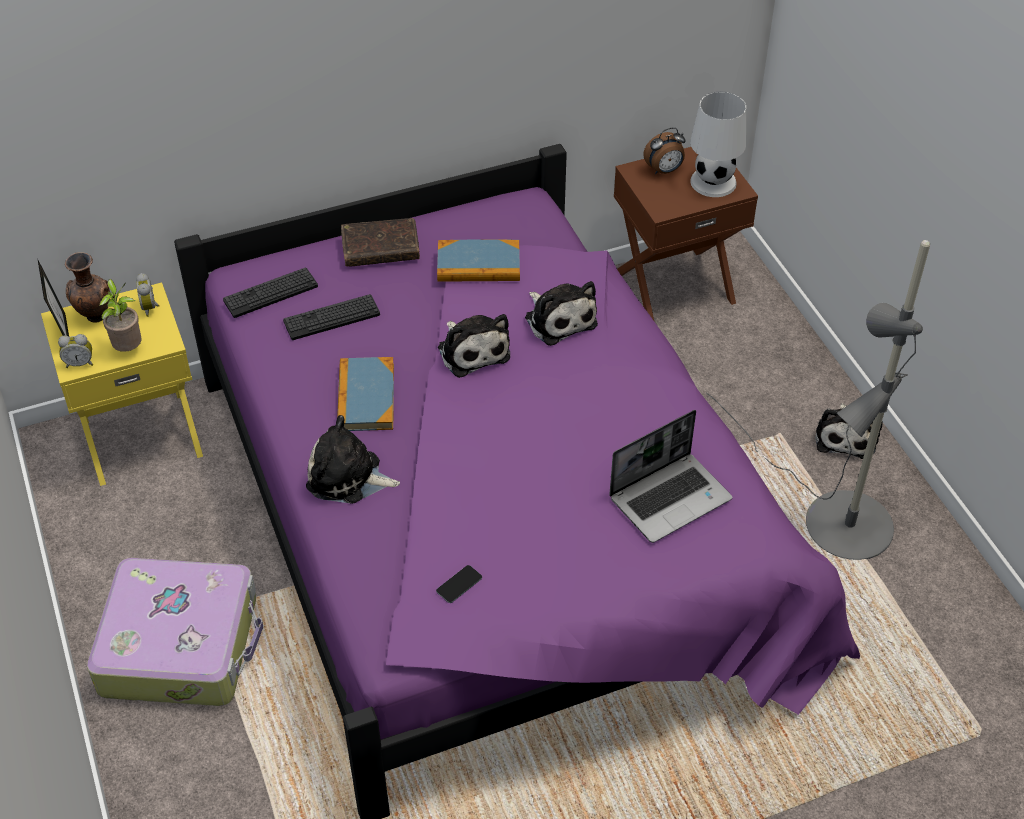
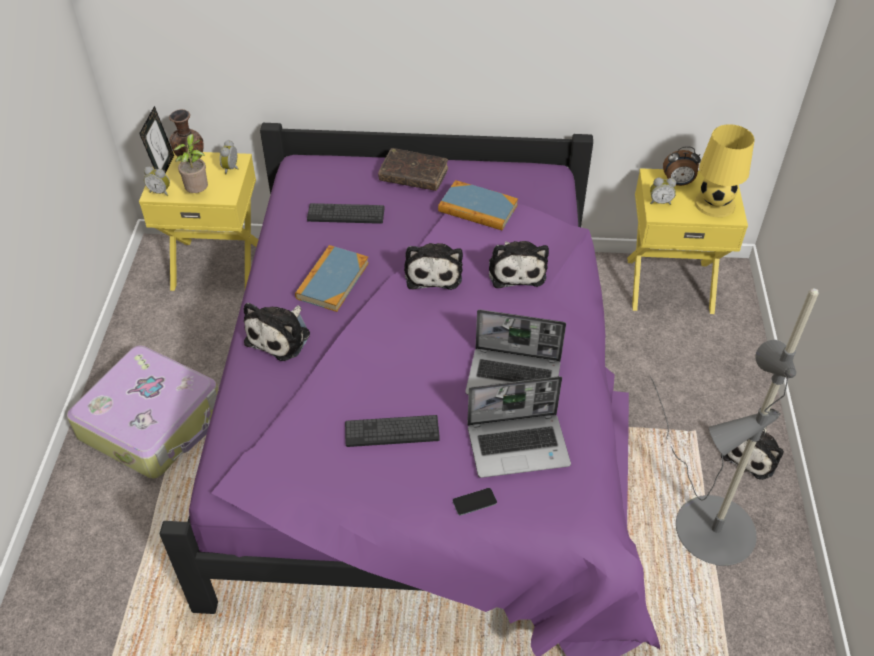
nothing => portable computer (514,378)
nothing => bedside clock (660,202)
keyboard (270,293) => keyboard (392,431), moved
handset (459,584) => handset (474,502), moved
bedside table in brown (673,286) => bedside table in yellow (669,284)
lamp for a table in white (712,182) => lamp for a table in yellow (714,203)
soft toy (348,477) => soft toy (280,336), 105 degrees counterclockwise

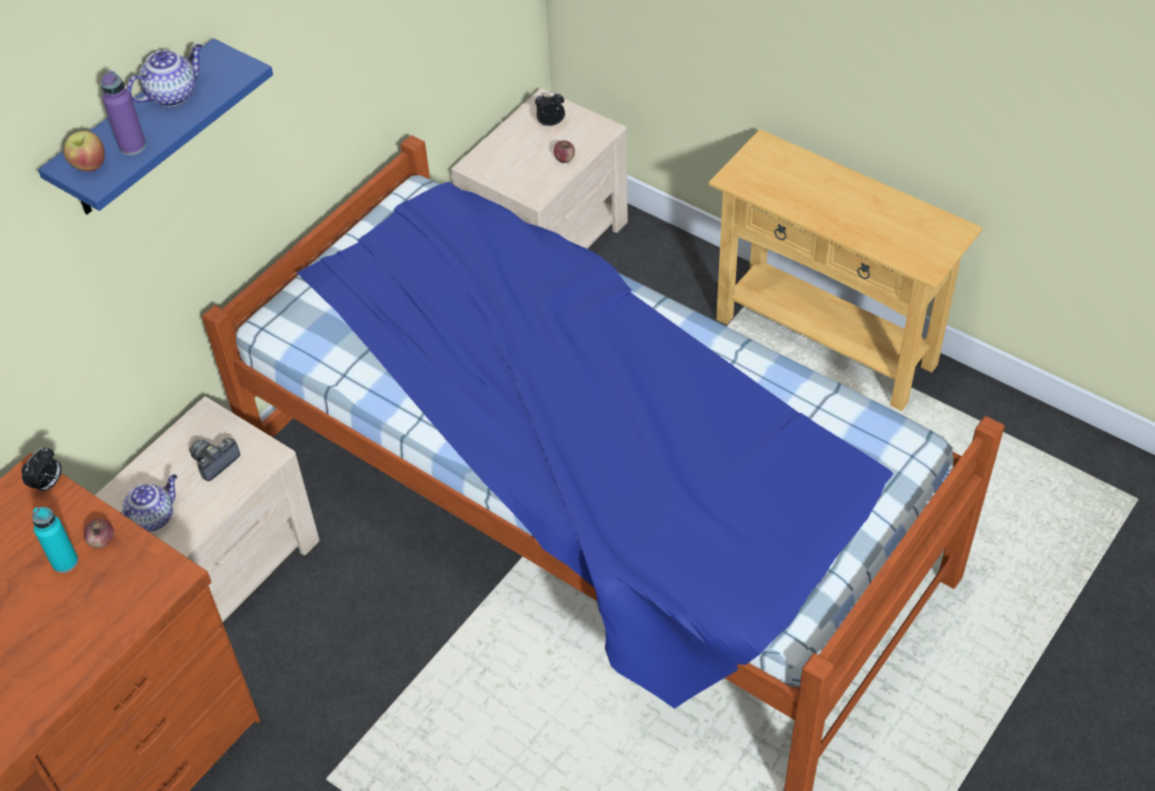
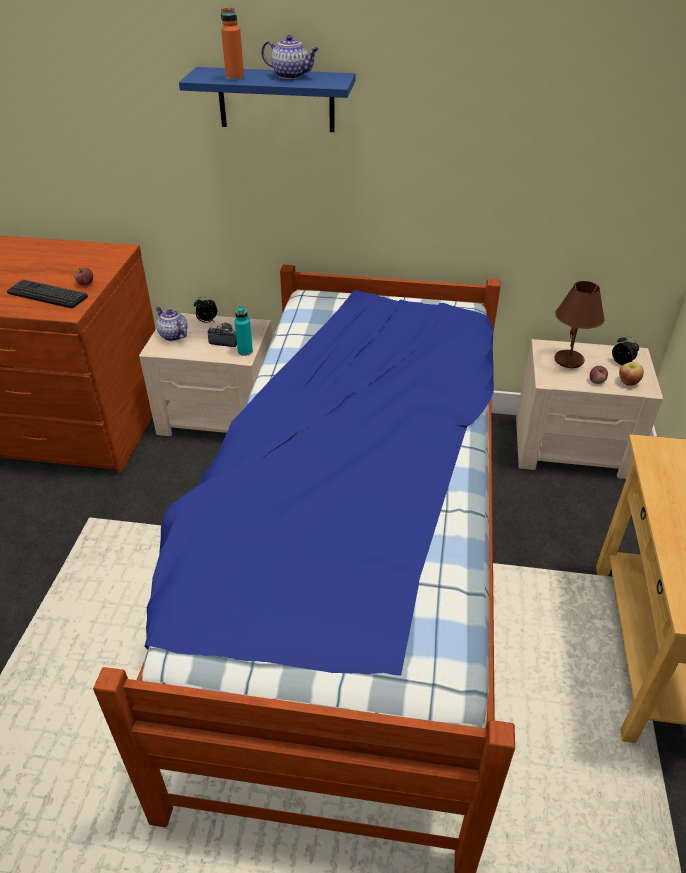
nothing => keyboard (47,295)
nothing => lamp for a table in brown (569,361)
bedside clock (48,484) => bedside clock (207,322), moved
beverage bottle in turquoise (65,562) => beverage bottle in turquoise (245,351), moved
apple (89,165) => apple (628,382), moved
beverage bottle in purplish (132,146) => beverage bottle in orange-coloured (235,78)
tea pot (152,517) => tea pot (173,335), 150 degrees counterclockwise

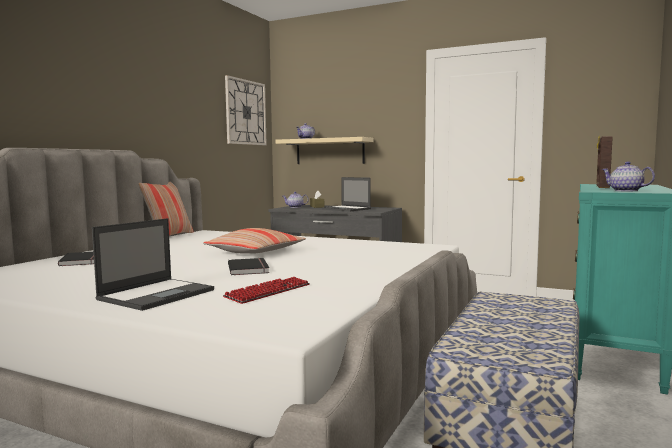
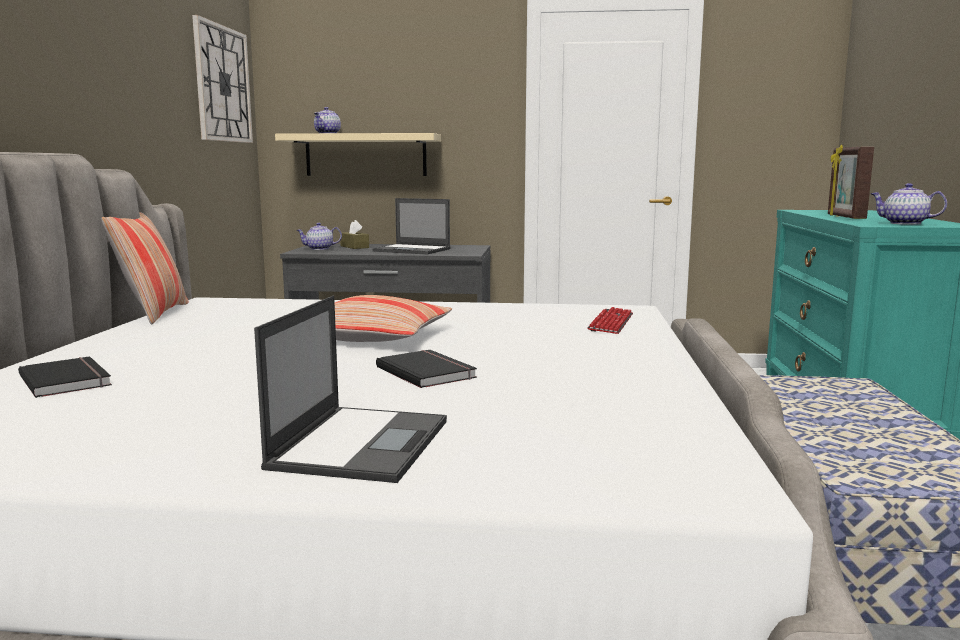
keyboard (268,292) => keyboard (611,323), moved

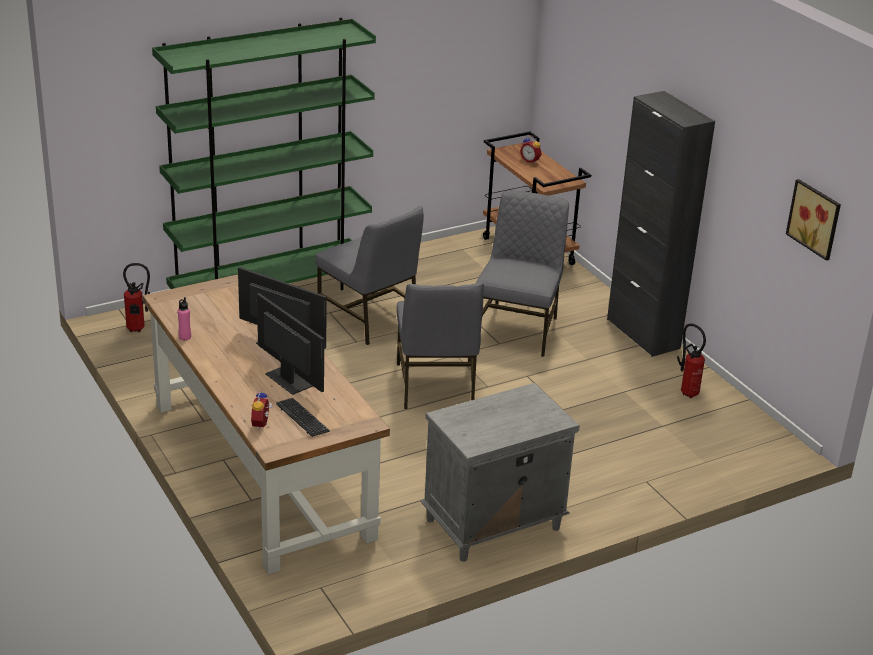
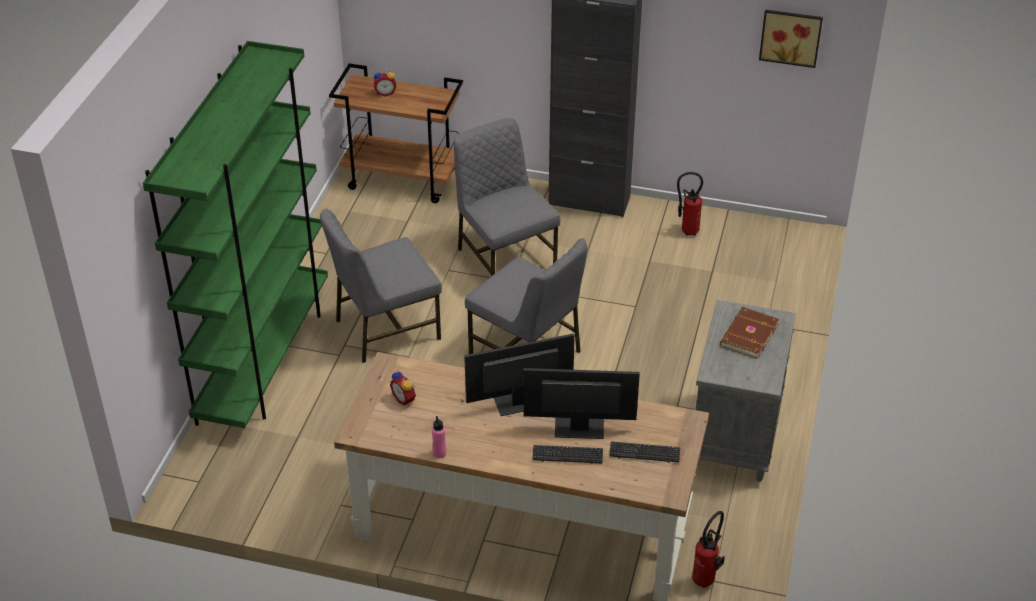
nothing => keyboard (567,455)
nothing => volume in brown (747,335)
fire extinguisher (138,330) => fire extinguisher (706,579), moved
bedside clock (262,424) => bedside clock (405,399), moved
chair in gray (369,319) => chair in gray (385,329), 150 degrees clockwise

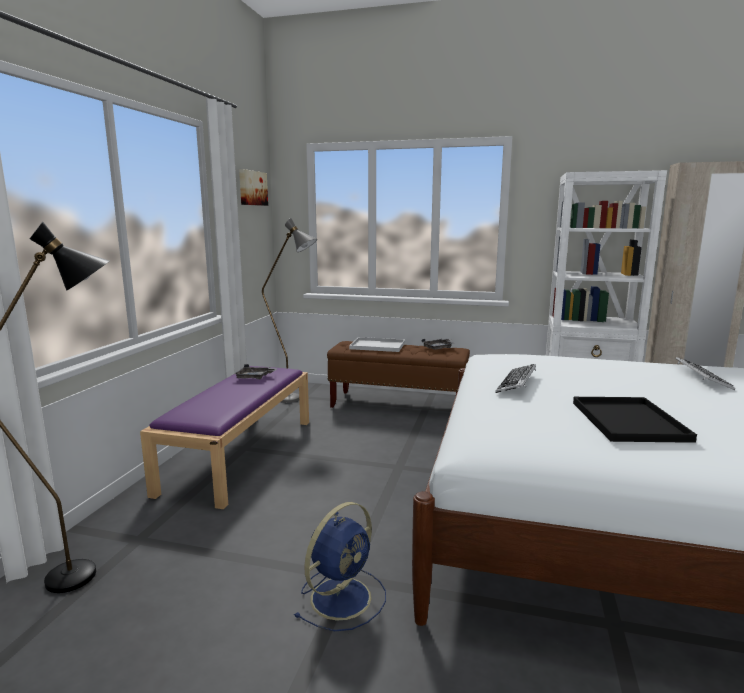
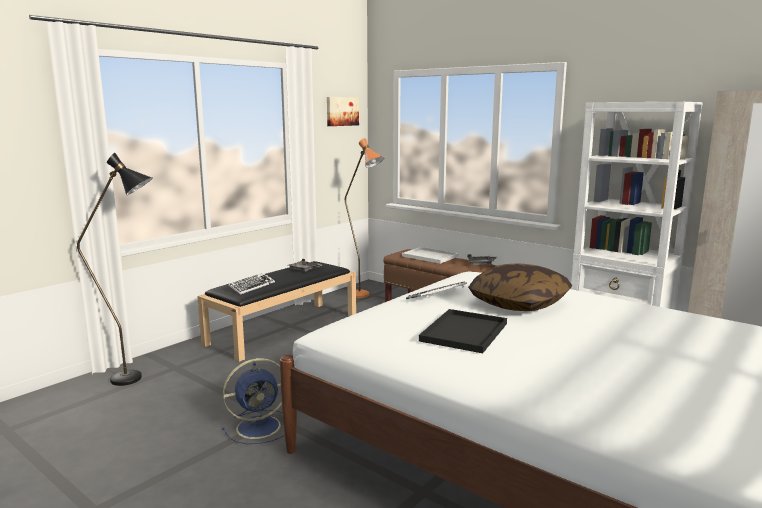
nothing => throw pillow (519,303)
keyboard (701,378) => keyboard (252,286), moved
bench in purplish (240,453) => bench in black-coloured (284,328)
standard lamp in gray (296,400) => standard lamp in orange-coloured (365,296)

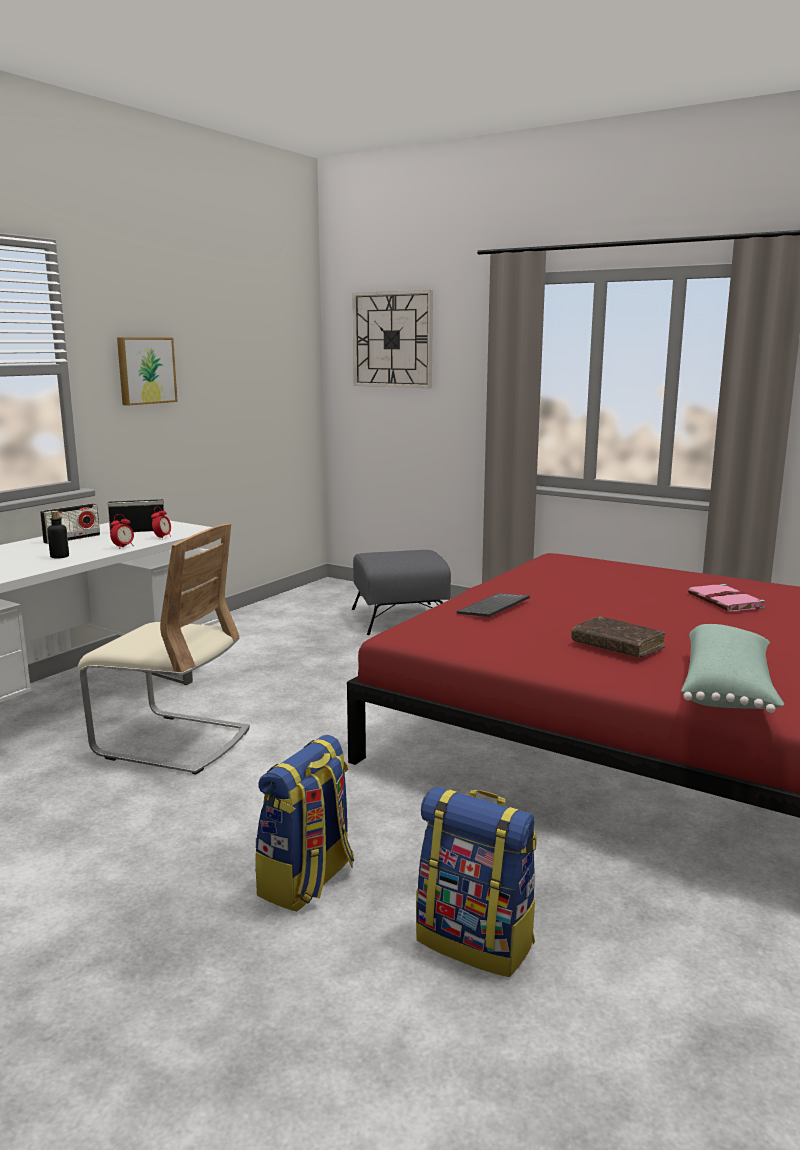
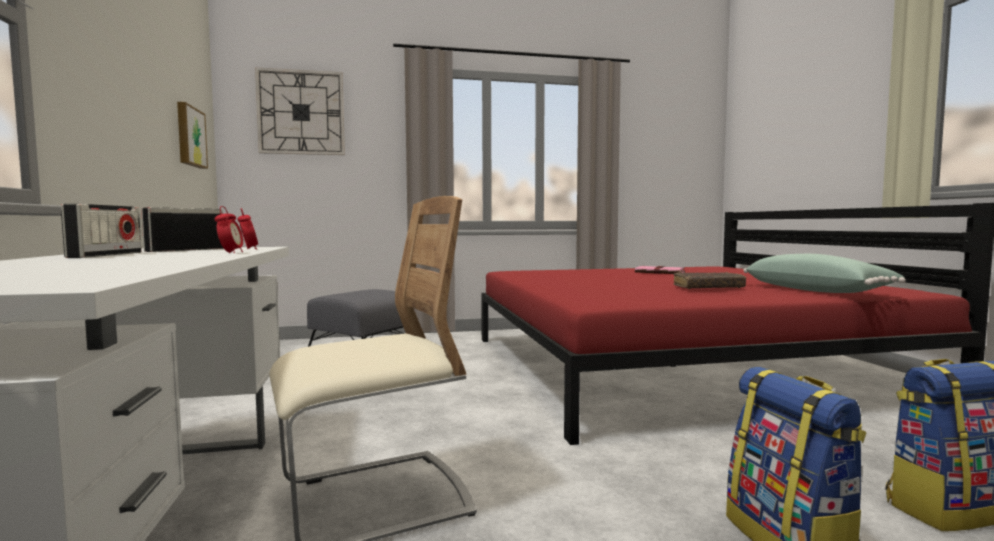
beverage bottle (59,556) => nothing
keyboard (494,608) => nothing
wall art (145,370) => wall art (189,137), moved

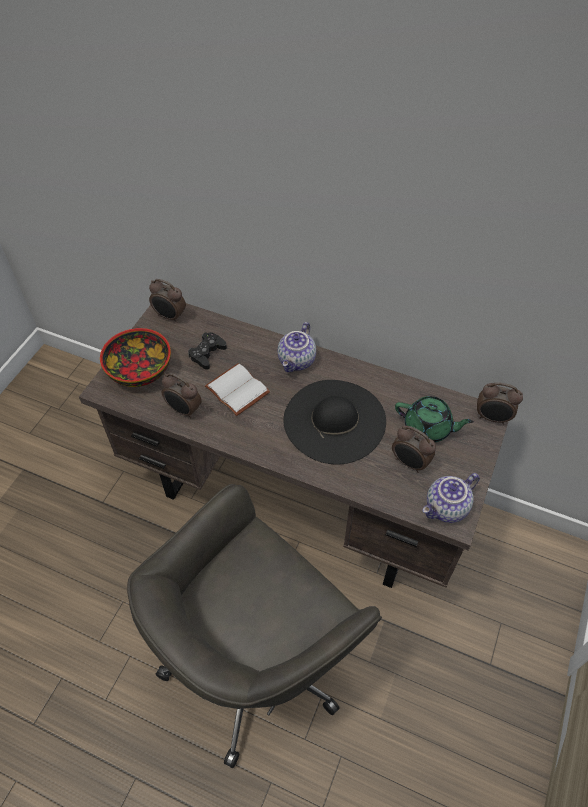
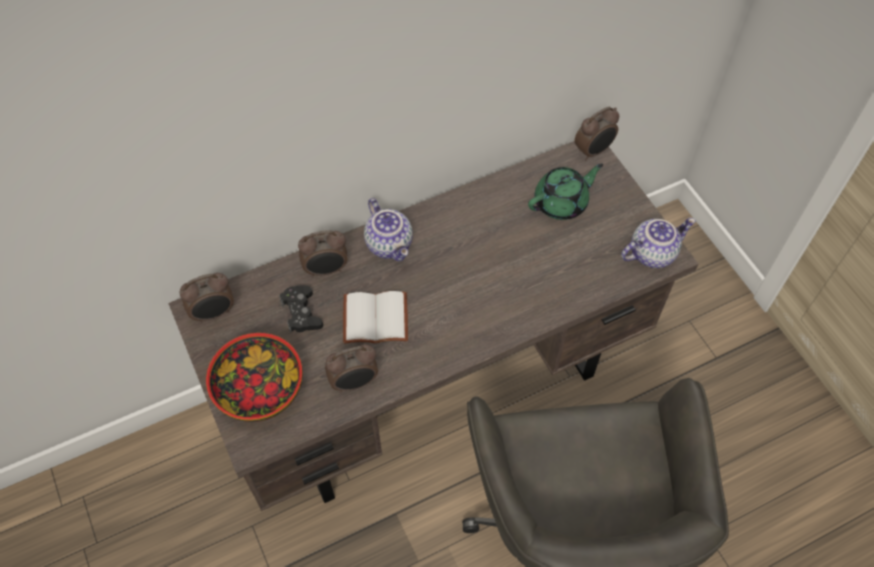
clothing hat in black-coloured (334,420) => nothing
bedside clock (409,463) => bedside clock (326,270), moved
tea pot (447,508) => tea pot (652,252), 120 degrees counterclockwise

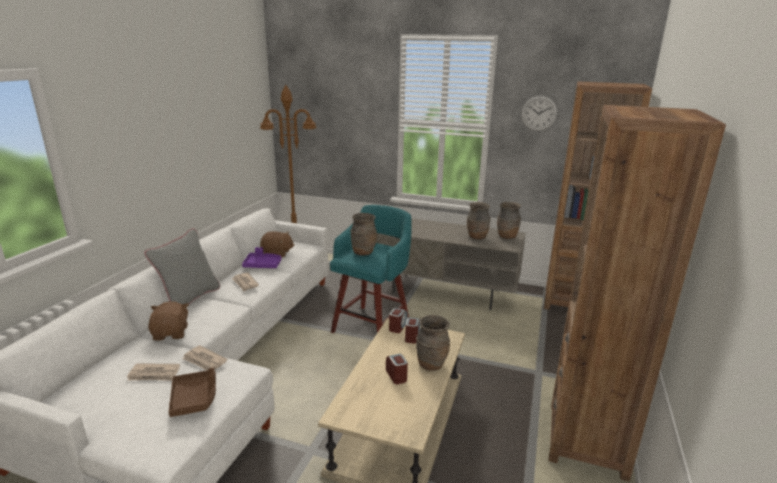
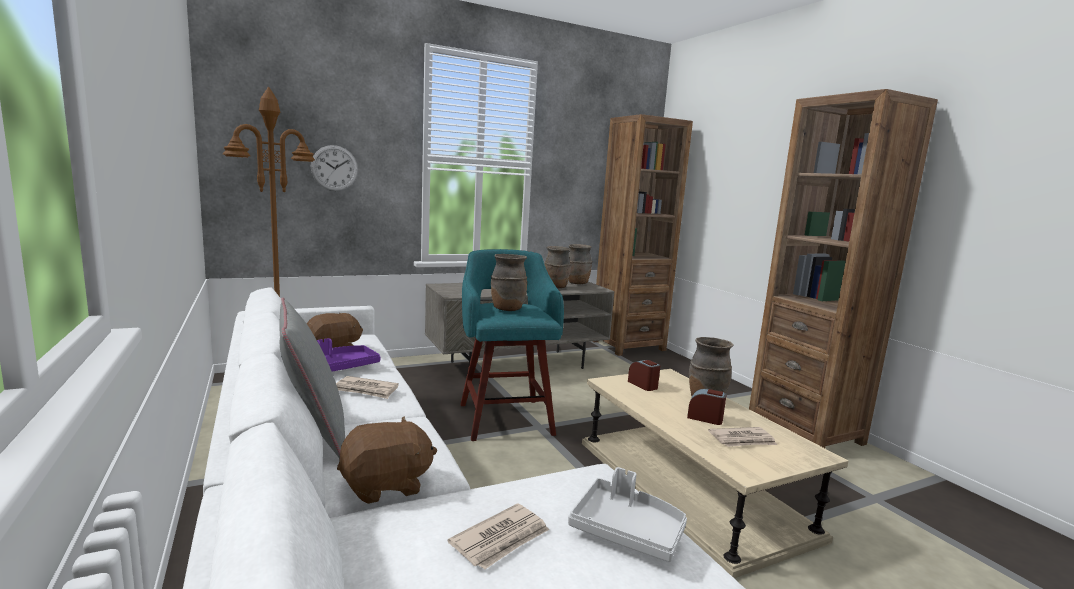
bedside clock (397,327) => nothing
newspaper (204,361) => newspaper (743,440), moved
clock on the wall (539,113) => clock on the wall (334,168), moved
carrying tray in brown (194,398) => carrying tray in gray (627,530)
soft toy in brown (171,333) => soft toy in brown (386,485), 120 degrees clockwise

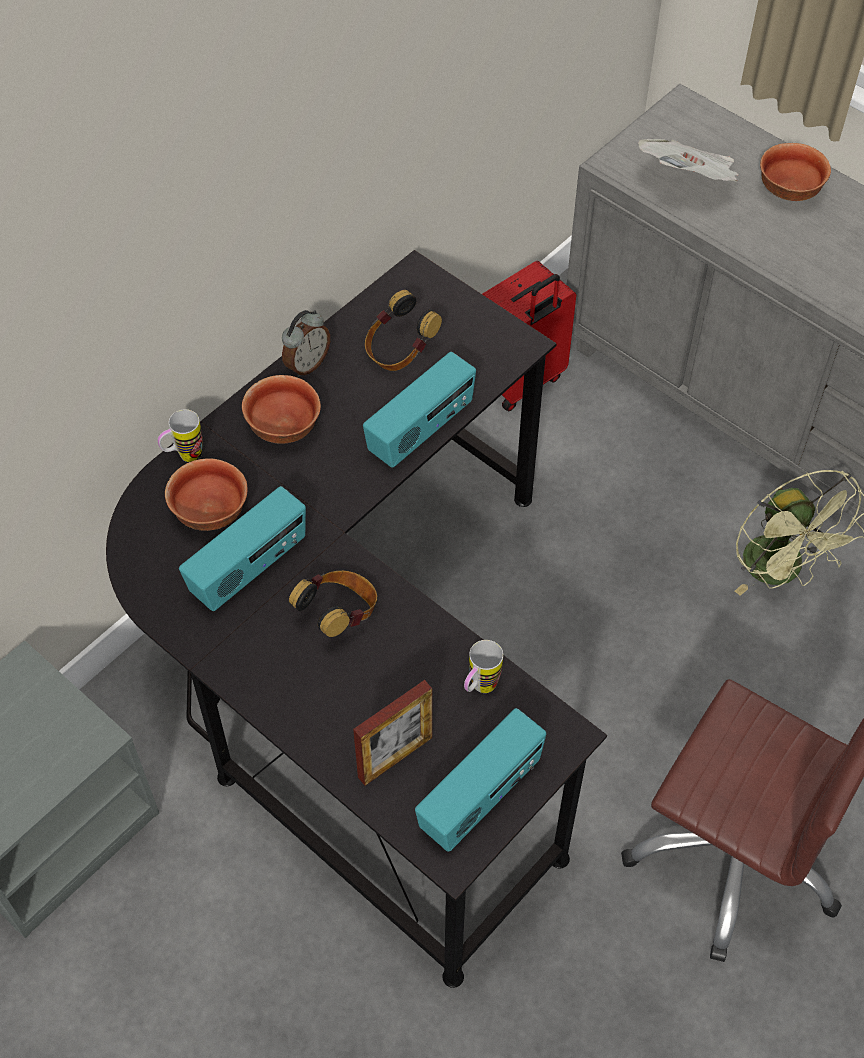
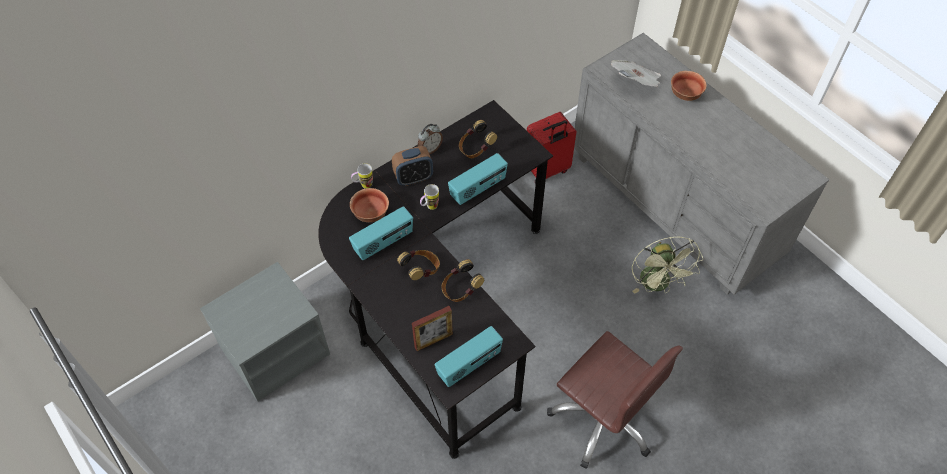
nothing => headphones (460,290)
coffee mug (479,688) => coffee mug (429,207), moved
bowl (284,426) => bedside clock (413,178)

